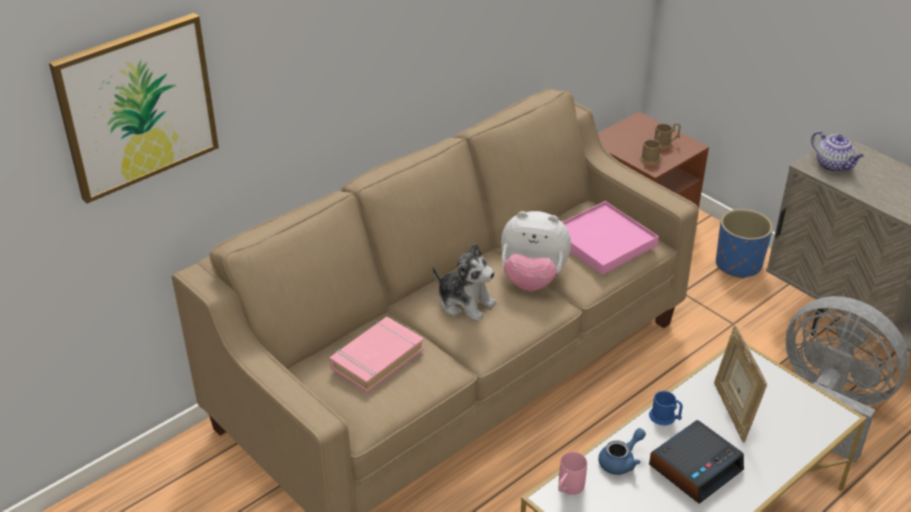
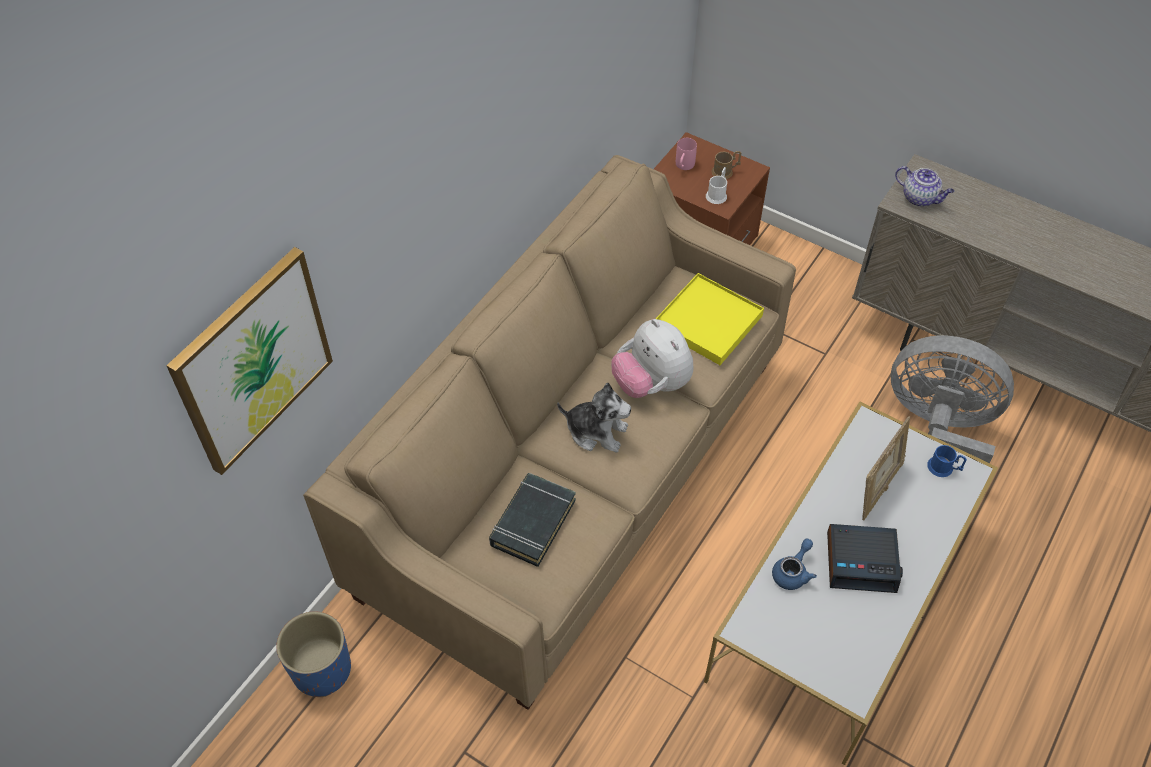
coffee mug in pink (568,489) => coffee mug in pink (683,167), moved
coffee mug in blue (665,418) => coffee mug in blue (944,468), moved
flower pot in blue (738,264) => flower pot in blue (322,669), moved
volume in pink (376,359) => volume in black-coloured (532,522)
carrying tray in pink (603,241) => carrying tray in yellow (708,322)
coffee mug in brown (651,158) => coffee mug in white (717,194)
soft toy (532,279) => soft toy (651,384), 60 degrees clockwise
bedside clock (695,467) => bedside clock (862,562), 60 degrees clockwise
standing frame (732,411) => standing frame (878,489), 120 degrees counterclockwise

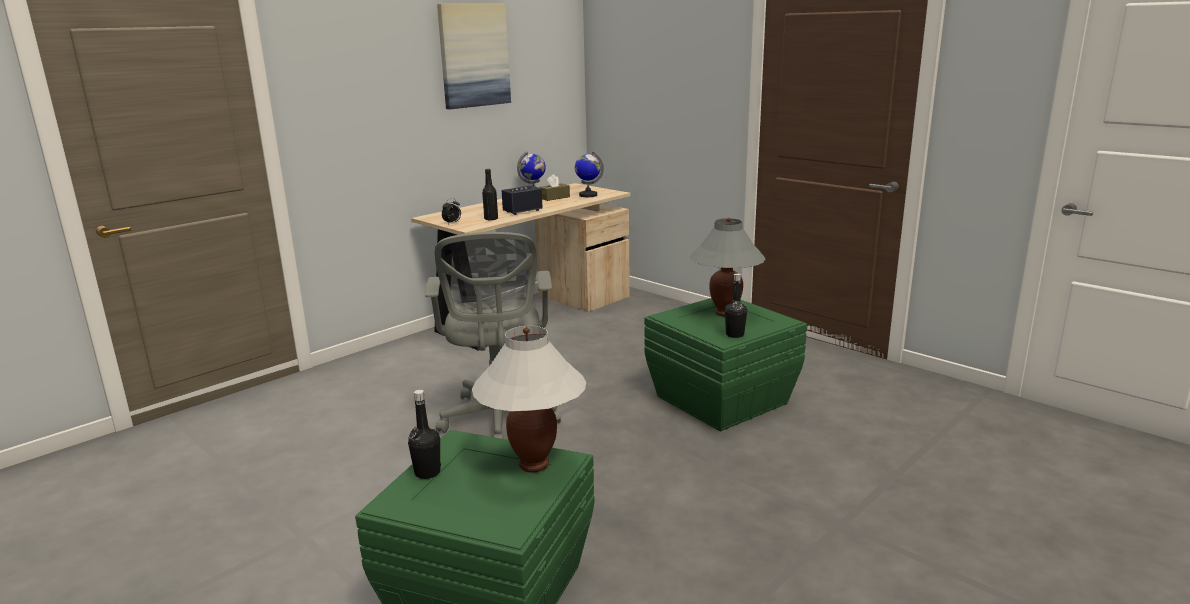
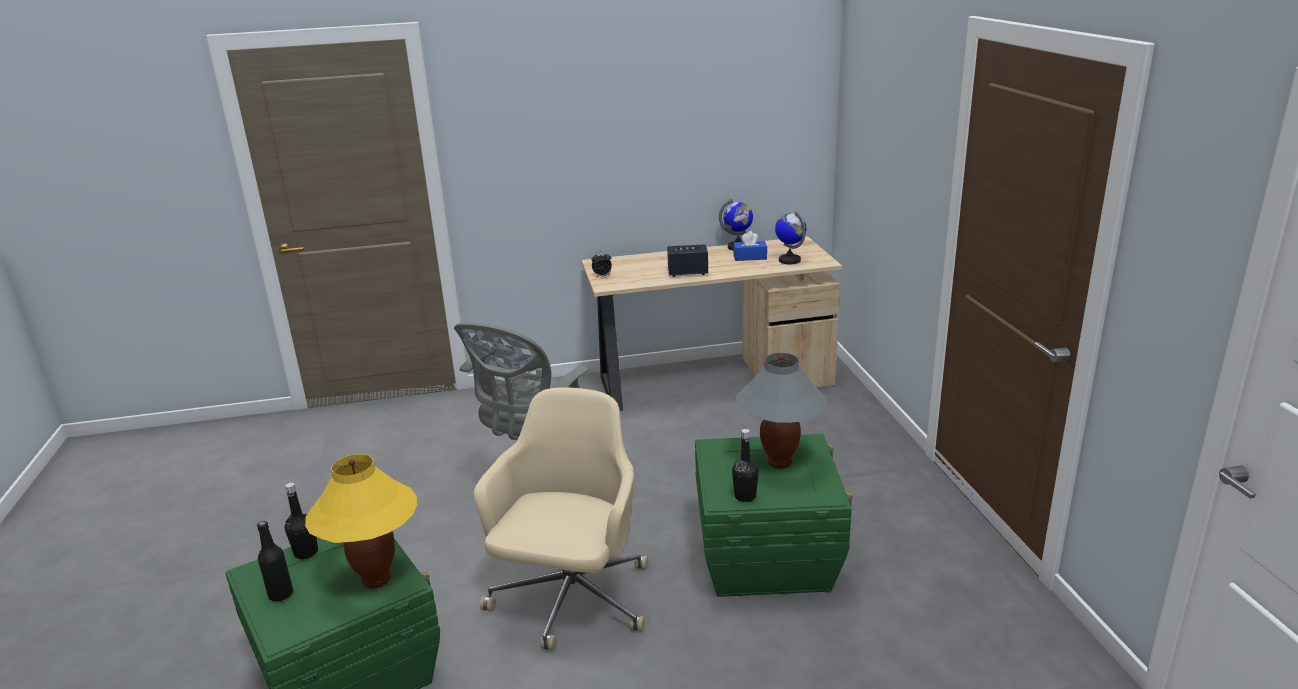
wall art (474,55) => nothing
nothing => desk chair in sand-coloured (571,601)
beverage bottle in black-coloured (491,219) => beverage bottle in black-coloured (281,594), moved
lamp for a table in white (533,465) => lamp for a table in yellow (376,579)
tissue box in brown (554,197) => tissue box in blue (750,257)

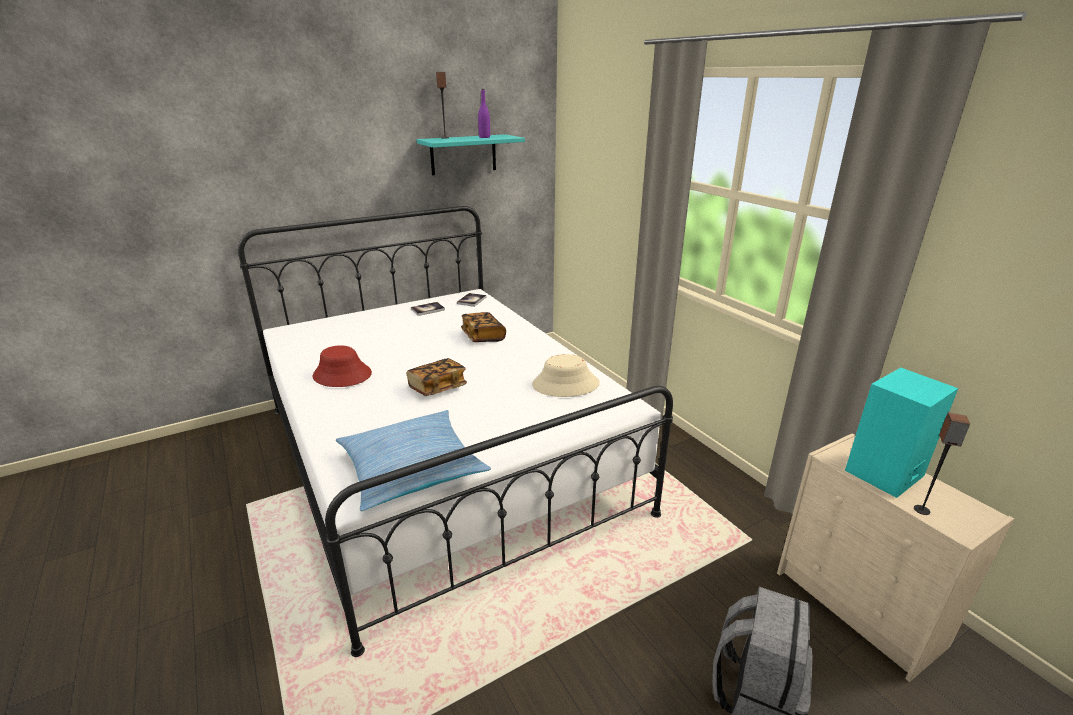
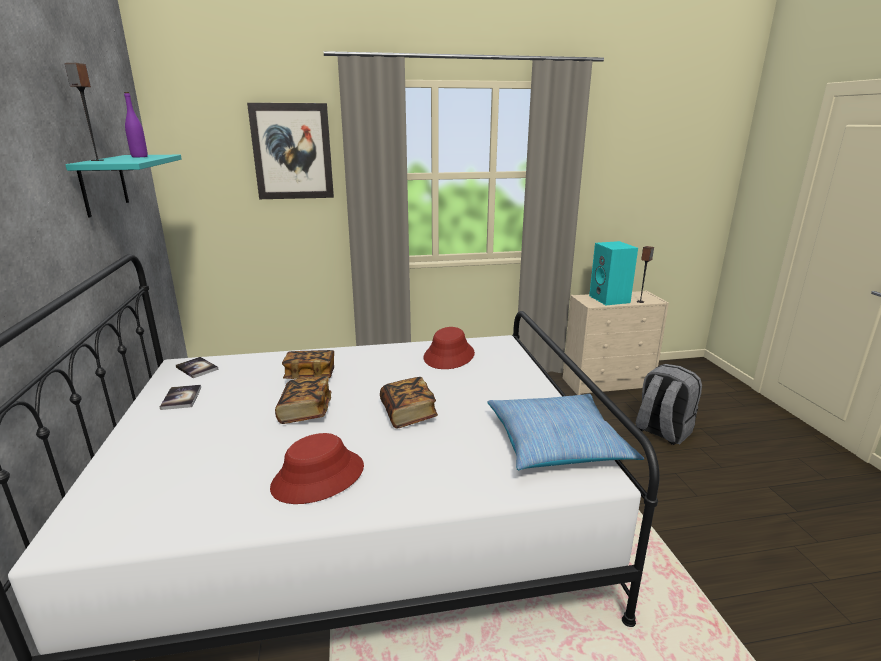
nothing => wall art (292,152)
nothing => volume (305,411)
clothing hat in sand-coloured (565,384) => clothing hat in reddish (449,356)

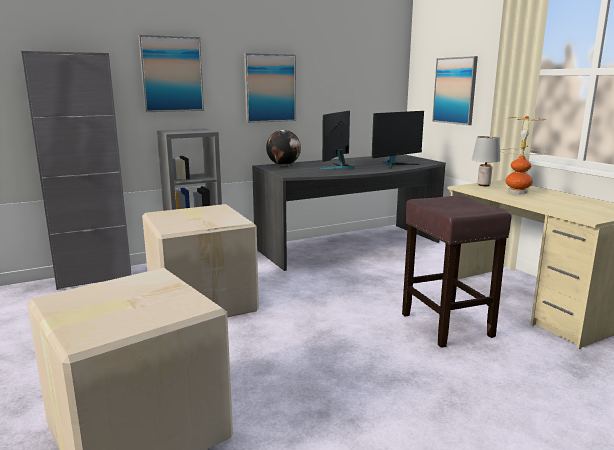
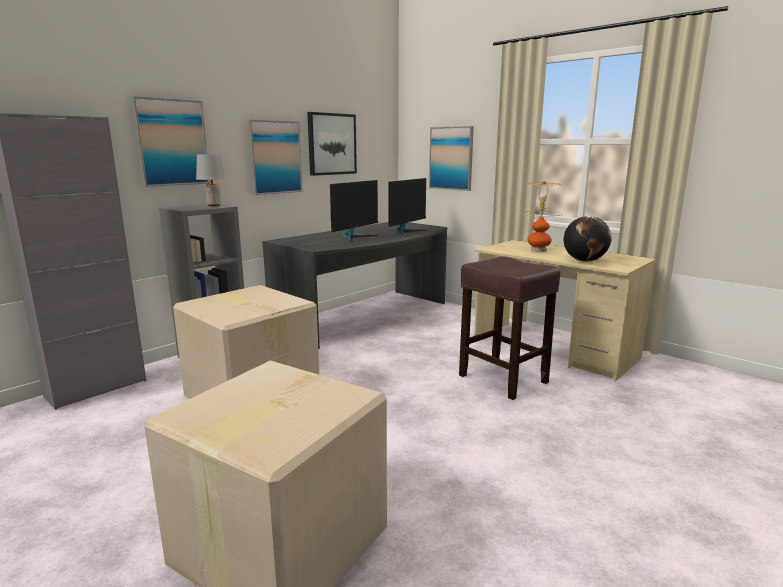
nothing => wall art (331,144)
globe (283,165) => globe (584,261), moved
lamp for a table in gray (483,185) => lamp for a table in gray (214,205), moved
computer display (337,167) => computer display (354,237), 150 degrees counterclockwise

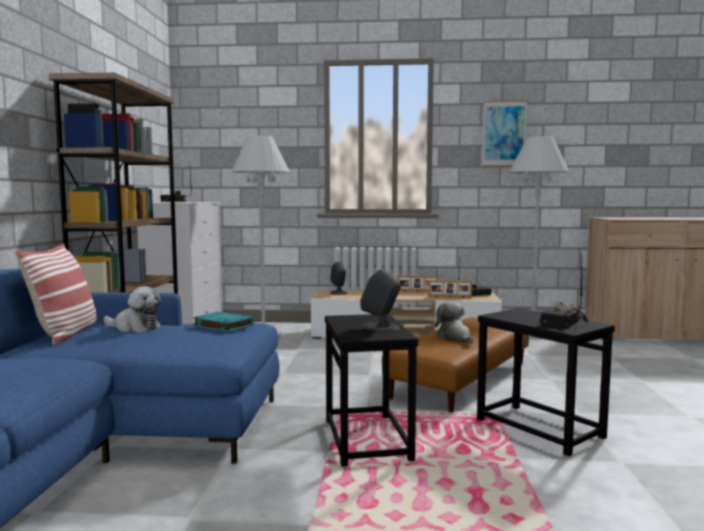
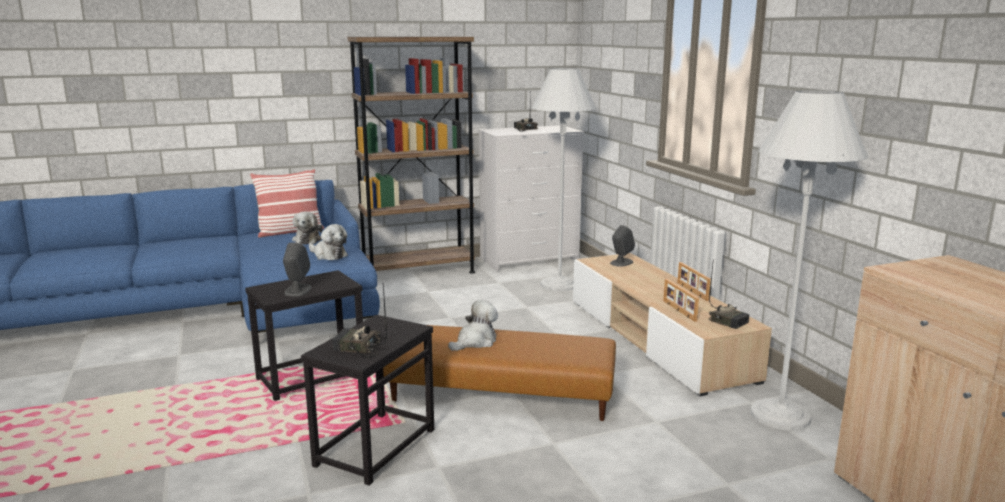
wall art (504,133) => nothing
volume in turquoise (222,326) => soft toy (328,255)

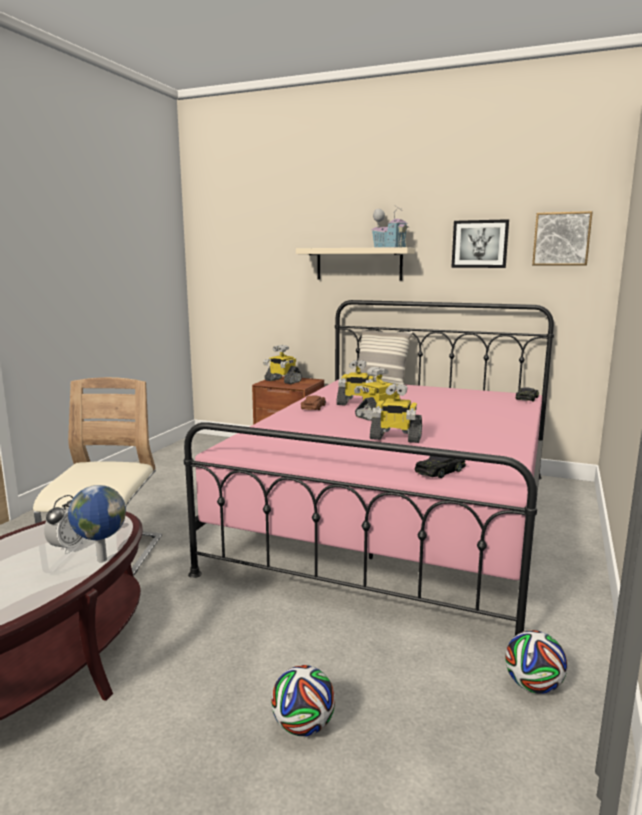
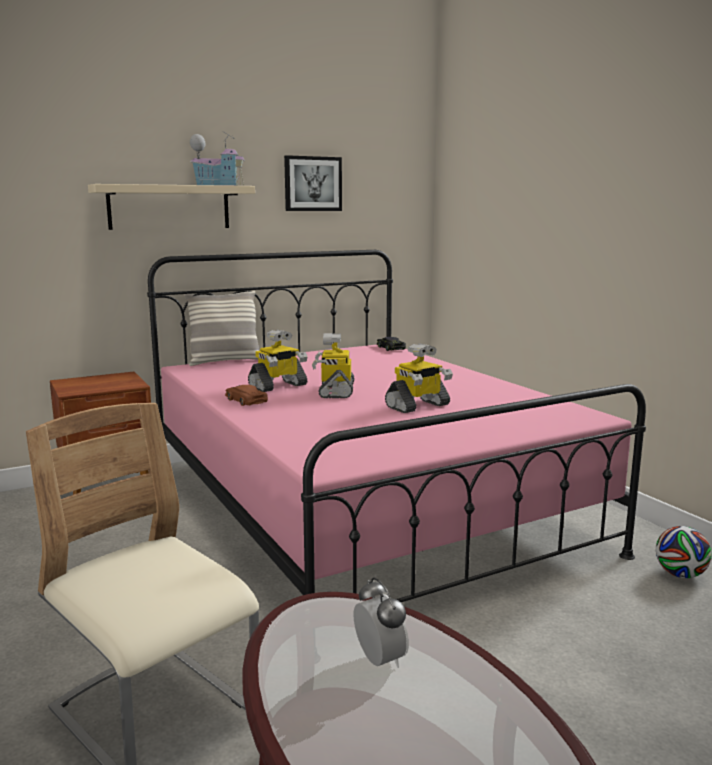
globe (101,559) => nothing
robot figure (282,381) => nothing
ball for football (303,726) => nothing
model car in black-coloured (441,471) => nothing
wall art (561,239) => nothing

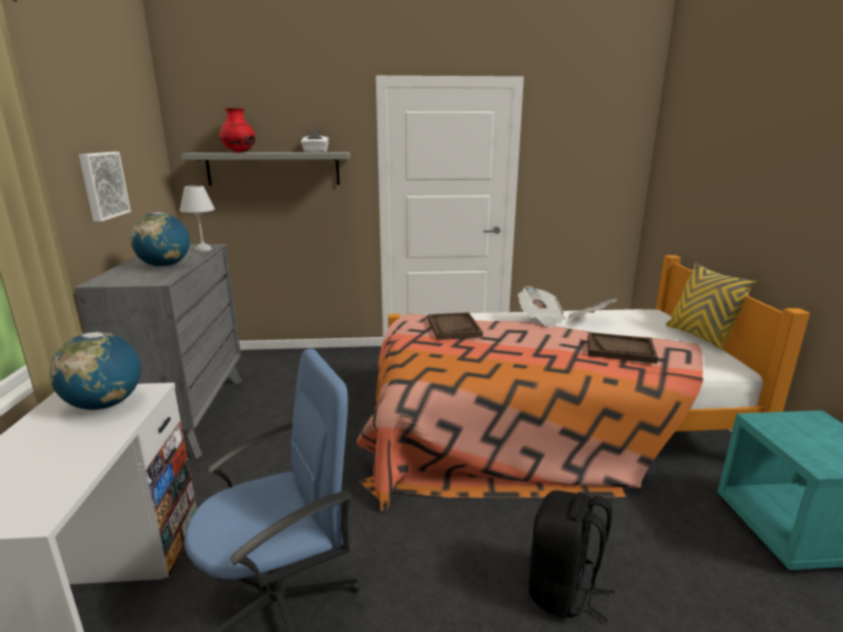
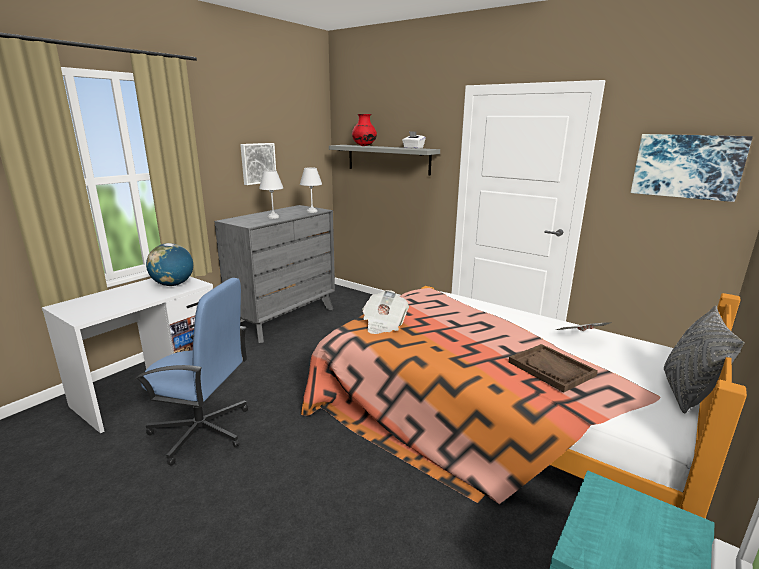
carrying tray in brown (453,327) => nothing
knapsack in black-coloured (564,590) => nothing
nothing => wall art (687,166)
newspaper (540,319) => newspaper (383,324), moved
globe (165,265) => lamp for a table in white (272,217)
throw pillow in yellow (699,336) => throw pillow in gray (686,393)

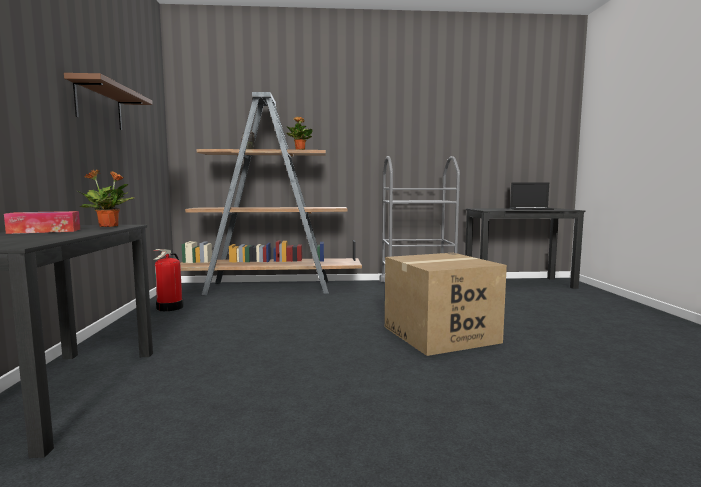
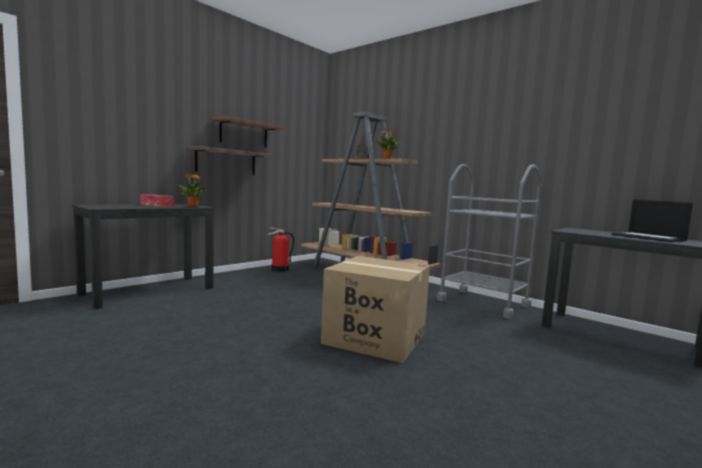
nothing => wall shelf (226,161)

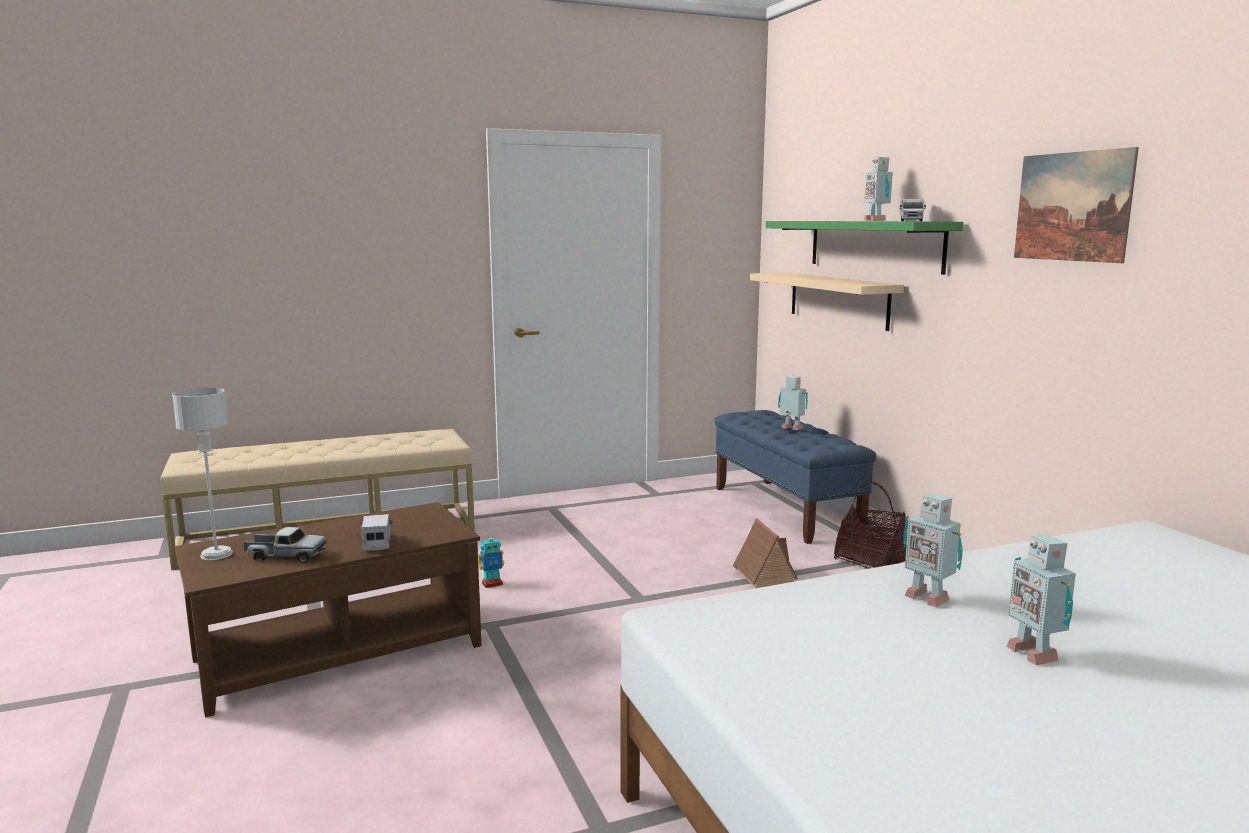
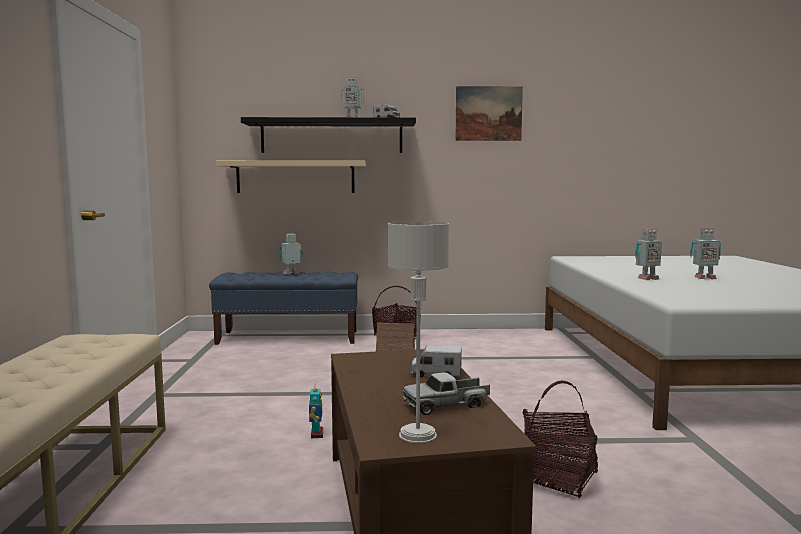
nothing => basket (556,478)
wall shelf in greenish (873,245) => wall shelf in black-coloured (331,137)
toy truck (286,556) => toy truck (446,405), 135 degrees counterclockwise

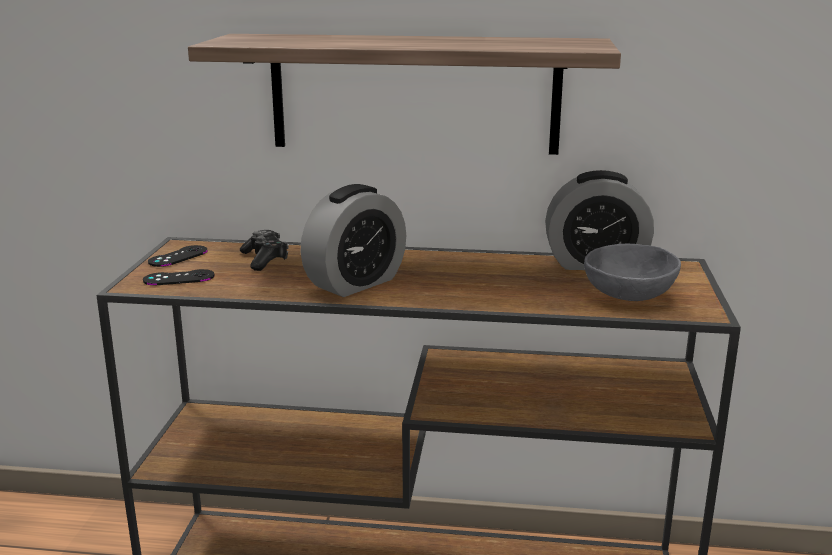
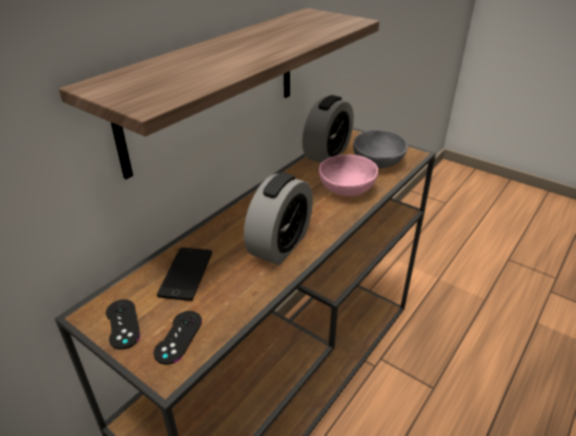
nothing => bowl in pink (346,190)
game controller (265,259) => handset (186,273)
bedside clock (355,283) => bedside clock (280,245), 45 degrees clockwise

